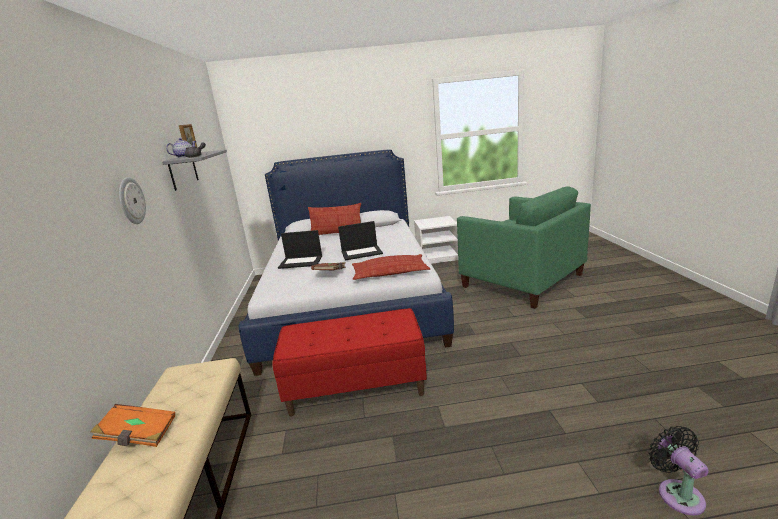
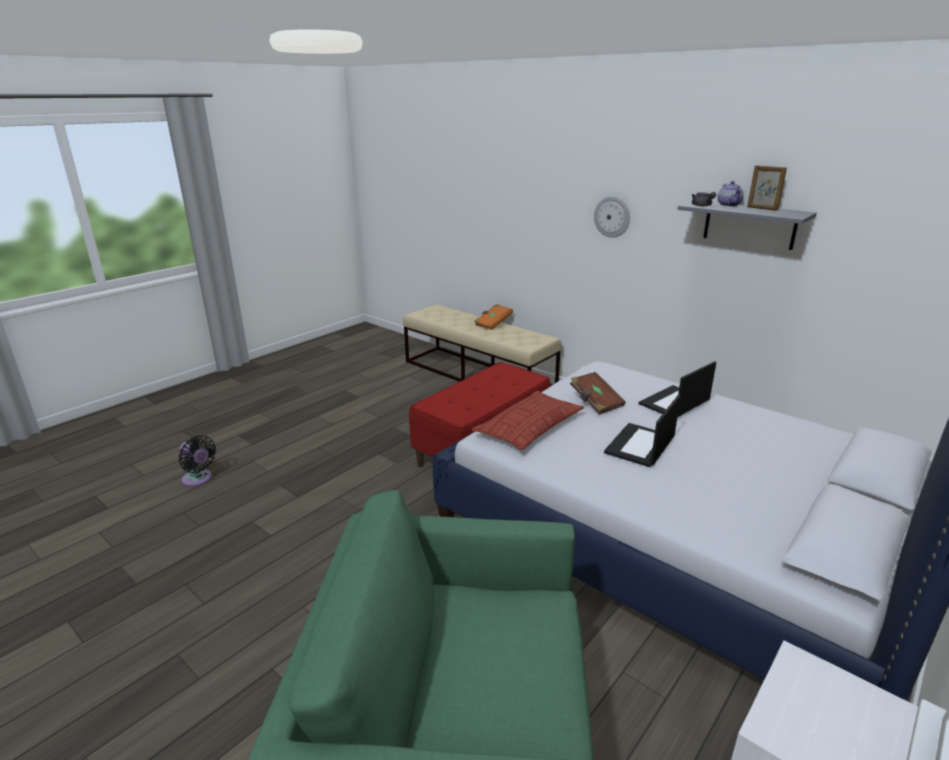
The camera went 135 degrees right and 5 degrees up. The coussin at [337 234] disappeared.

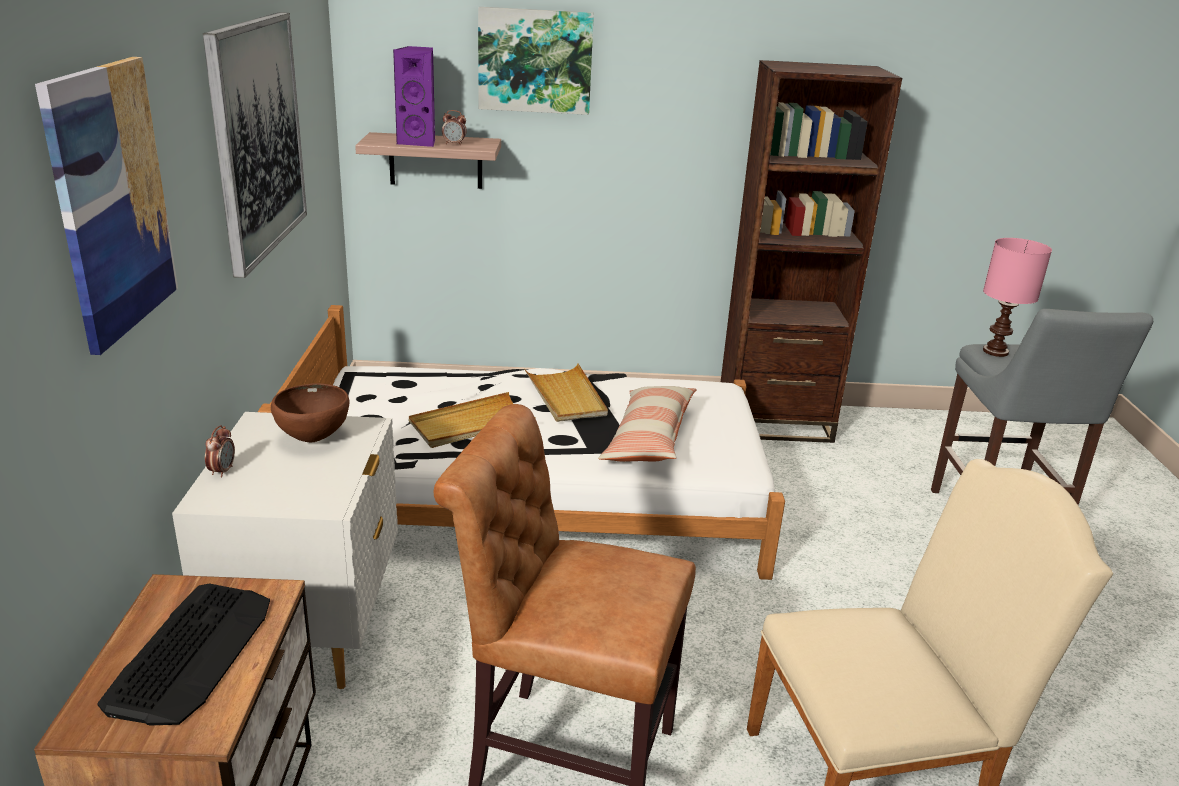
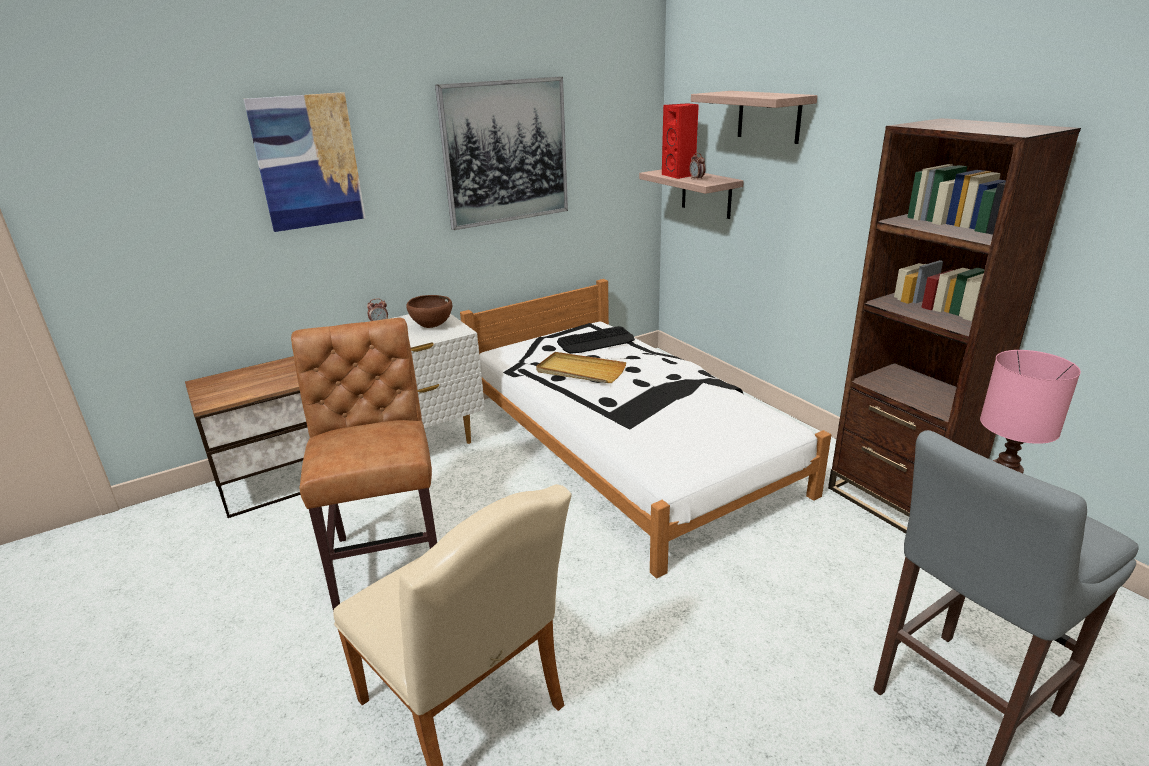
The camera went 60 degrees right and 0 degrees up. The tableau at [535 61] was replaced by the étagère at [769 116]. The enceinte [violet] at [419 142] became the enceinte [rouge] at [679 175]. The plateau [beige] at [566 396] disappeared. The coussin at [649 438] disappeared. The clavier moved from [192 652] to [596 341].

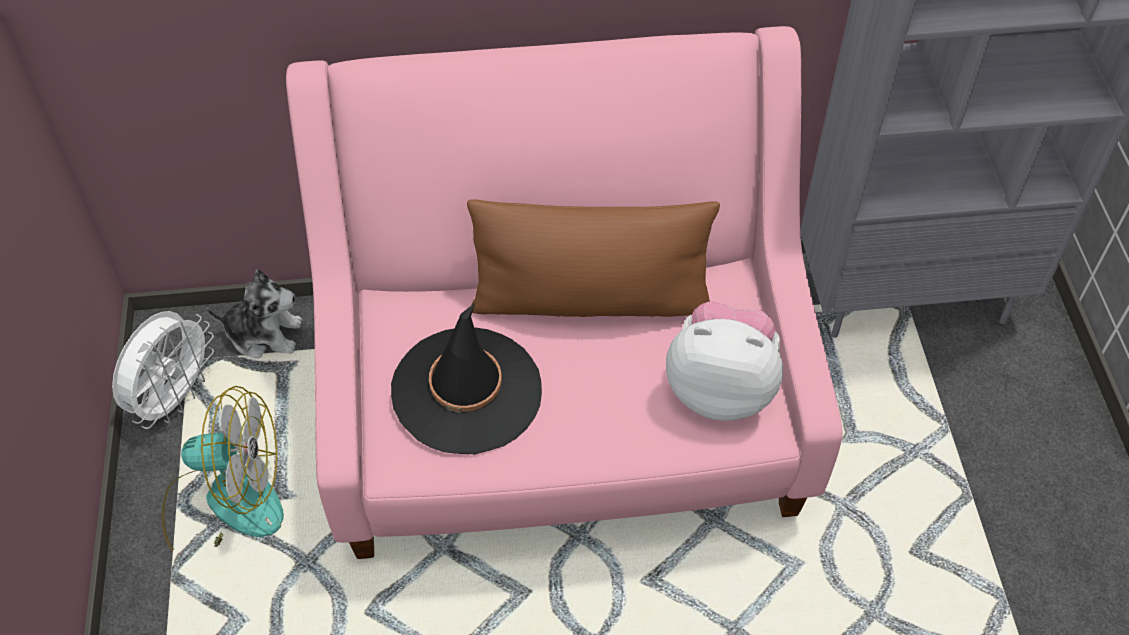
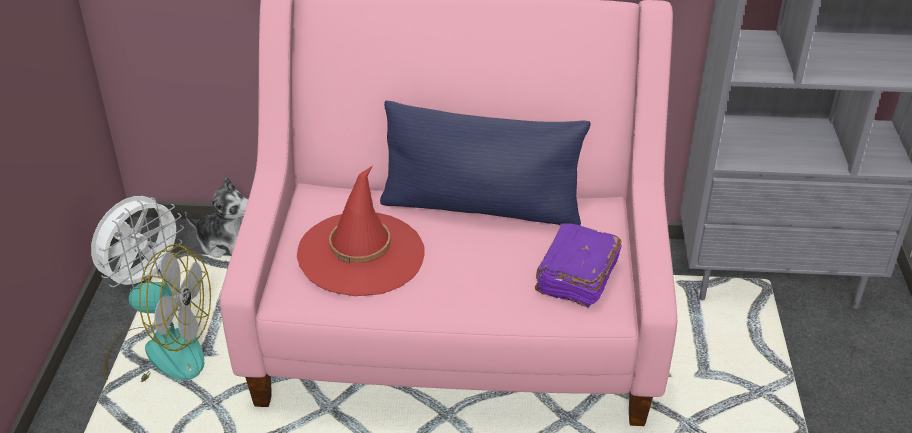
The camera went 10 degrees right and 15 degrees down. The coussin [marron] at [591 300] became the coussin [bleu] at [481 207]. The peluche at [720 388] was replaced by the livre [violet] at [576 277]. The chapeau [noir] at [467 391] became the chapeau [rouge] at [361 254].

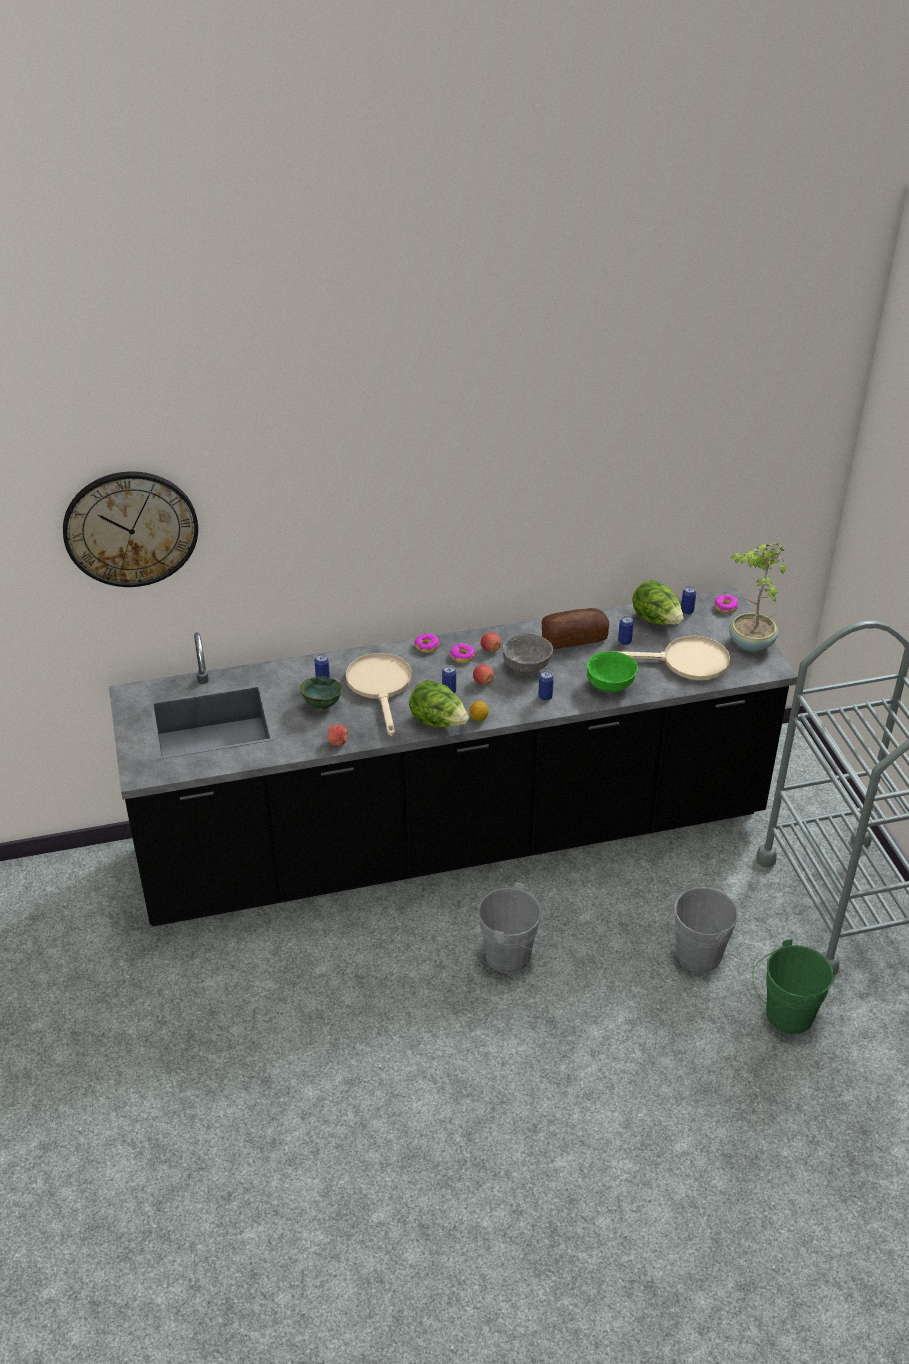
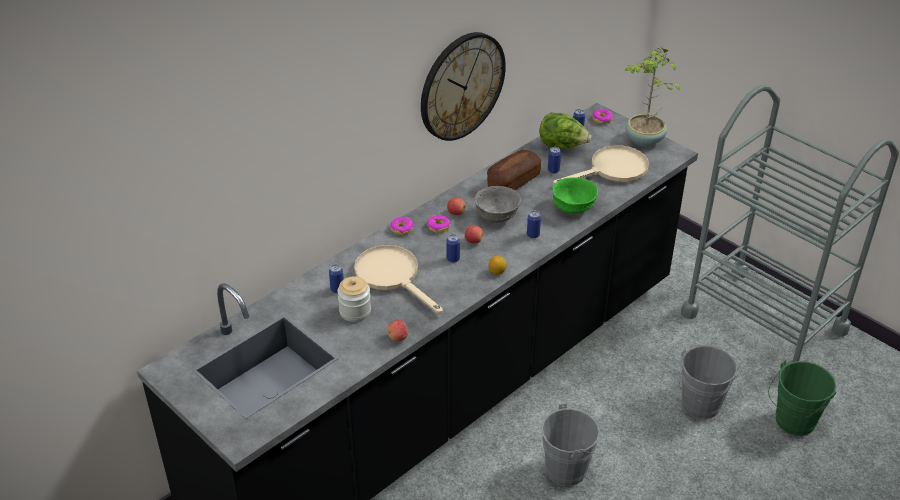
The camera went 30 degrees left and 0 degrees up. The horloge murale moved from [130 528] to [461 86]. The bol [vert] at [321 705] was replaced by the bocal at [355 311]. The laitue at [438 722] disappeared.

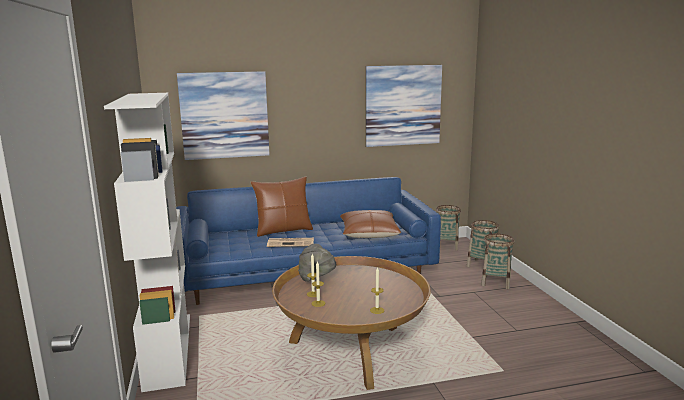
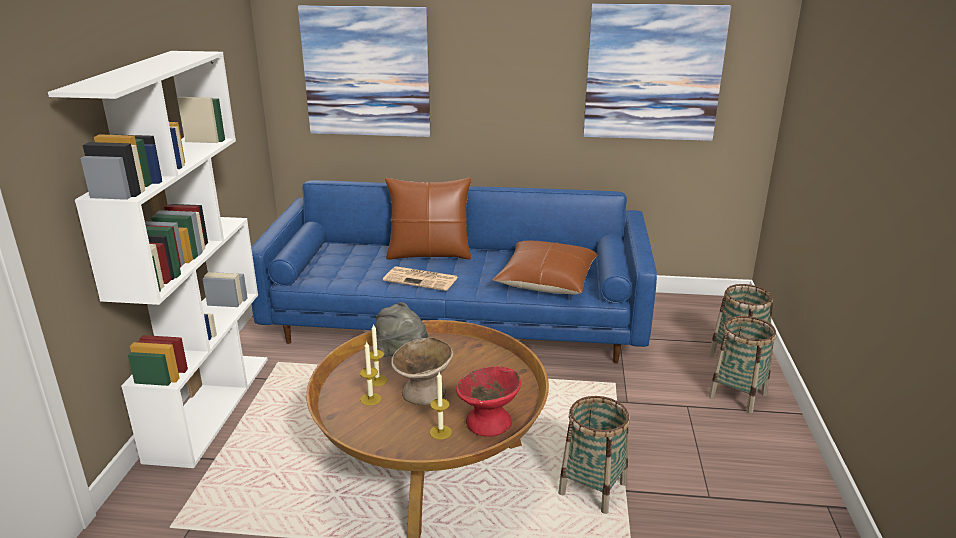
The camera went 20 degrees right and 10 degrees up. The panier moved from [446 246] to [592 489]. The bol [beige] at [424 392] appeared. The bol [rouge] at [489 422] appeared.

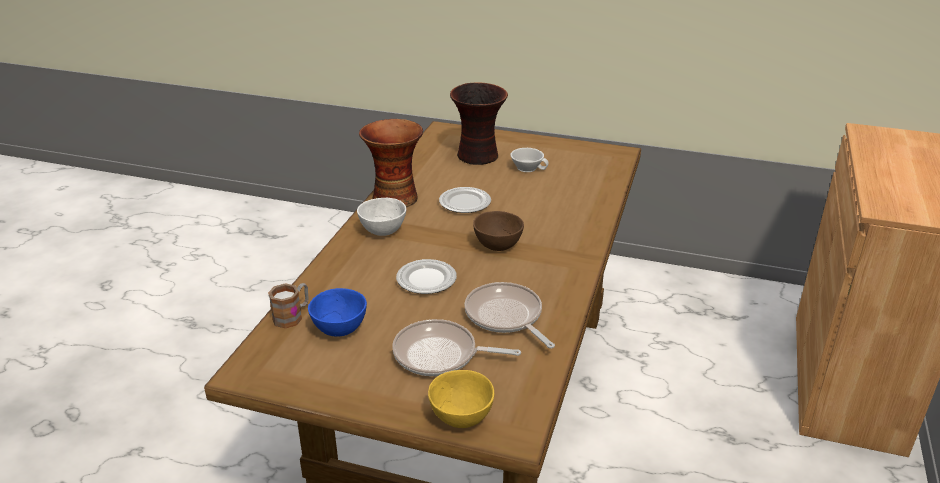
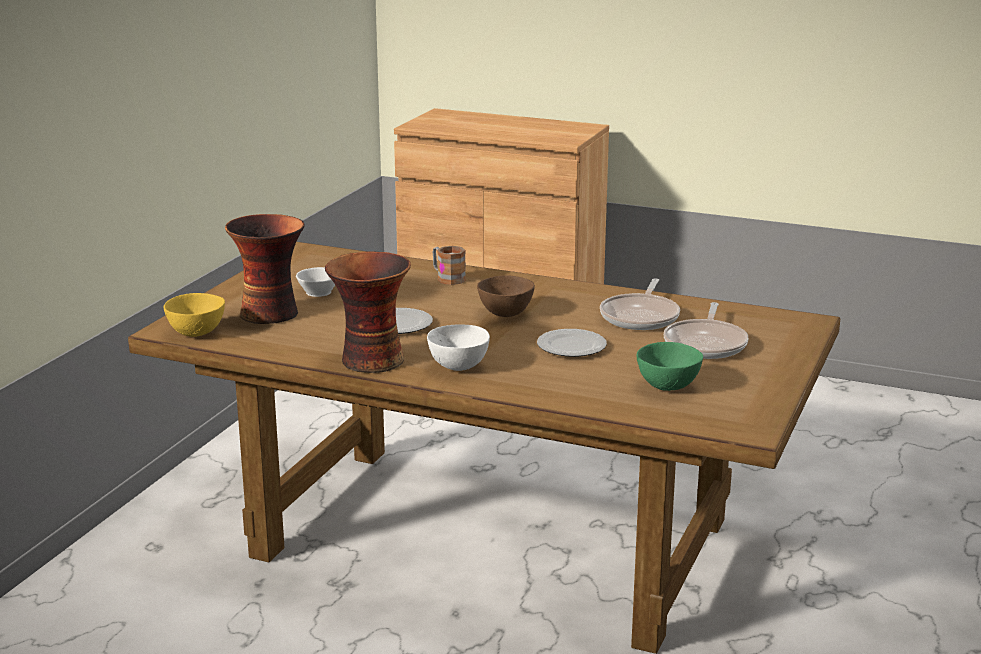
The camera went 85 degrees left and 10 degrees down. The poêle at [506 317] turned 45 degrees counterclockwise. The mug moved from [292 316] to [447 278]. The bol [bleu] at [339 330] became the bol [vert] at [669 387]. The bol [jaune] moved from [461 419] to [197 333].

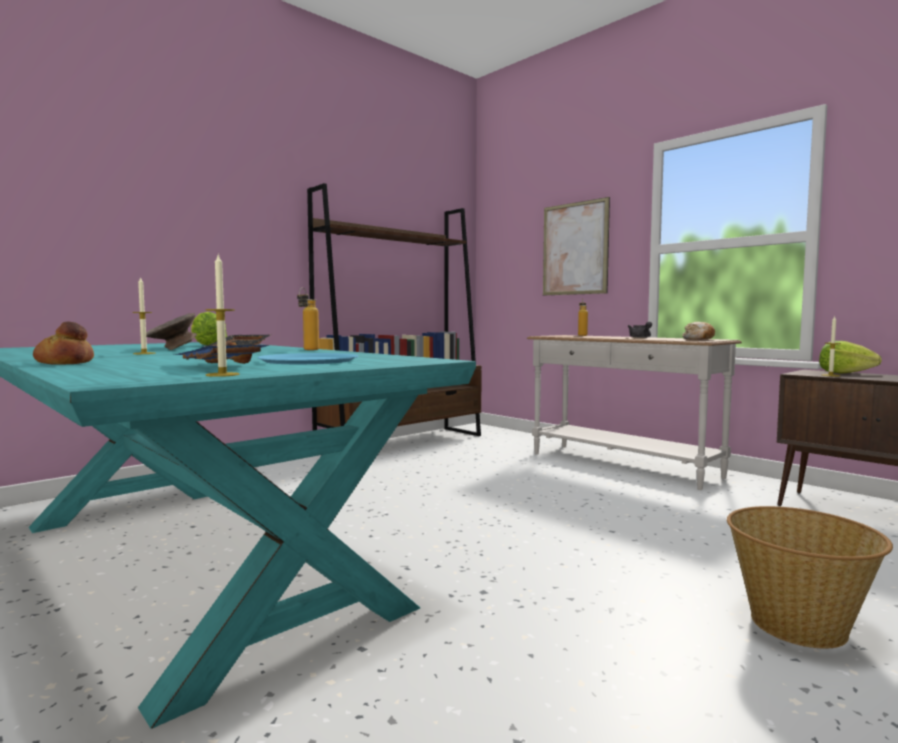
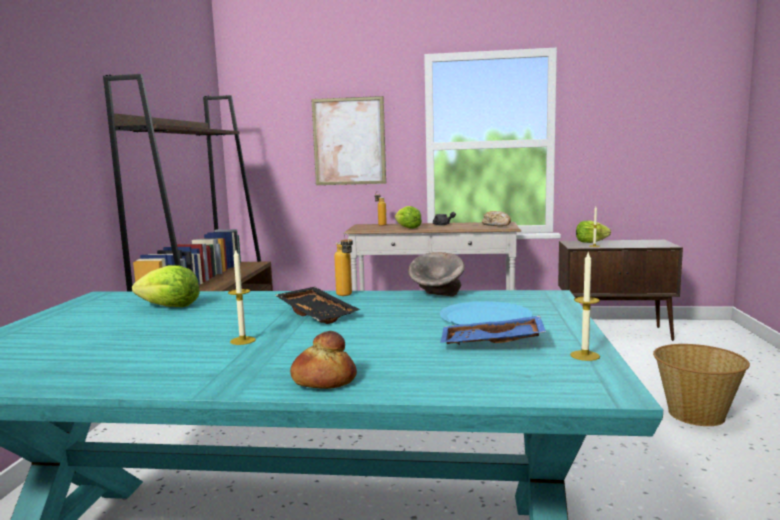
The camera went 40 degrees left and 5 degrees up. The bol [gris] moved from [172 349] to [437 295]. The laitue at [407 228] appeared.

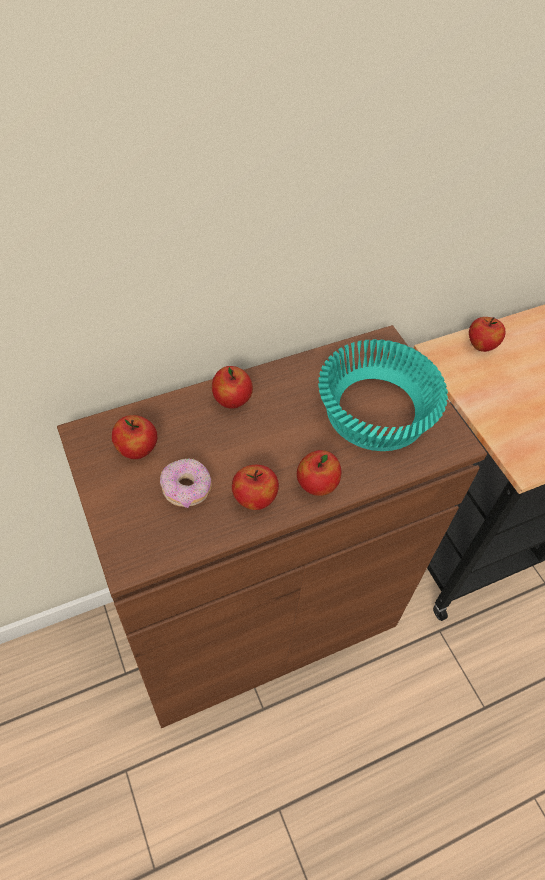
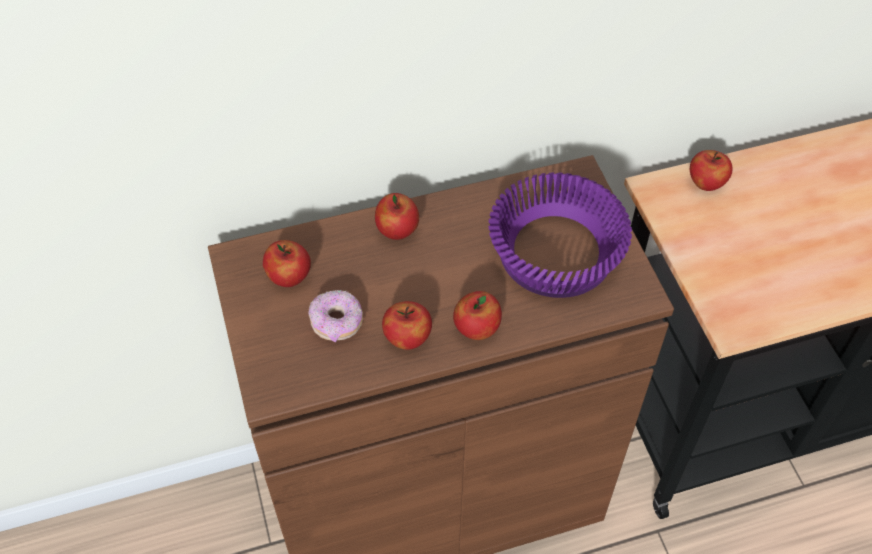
The camera went 10 degrees right and 0 degrees up. The bol [turquoise] at [378 410] became the bol [violet] at [558 252].

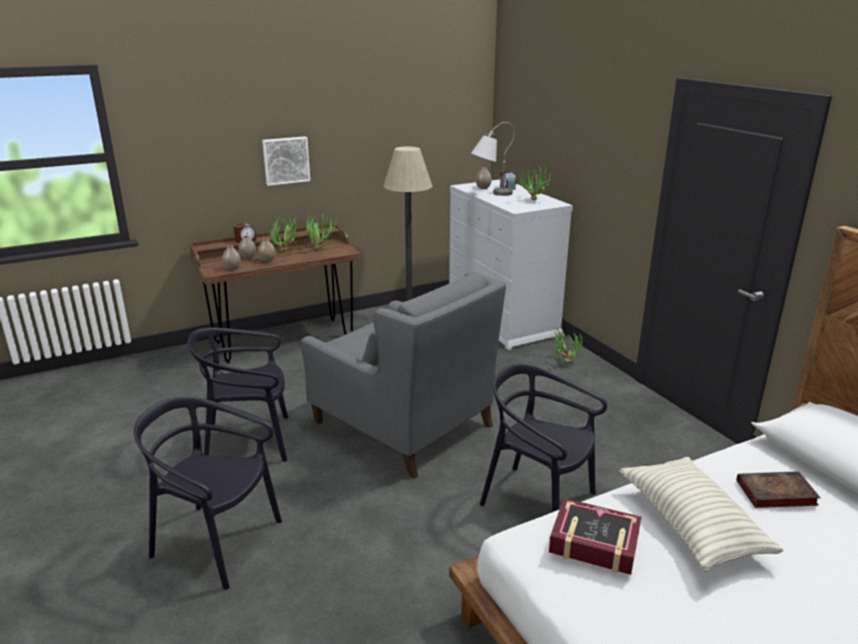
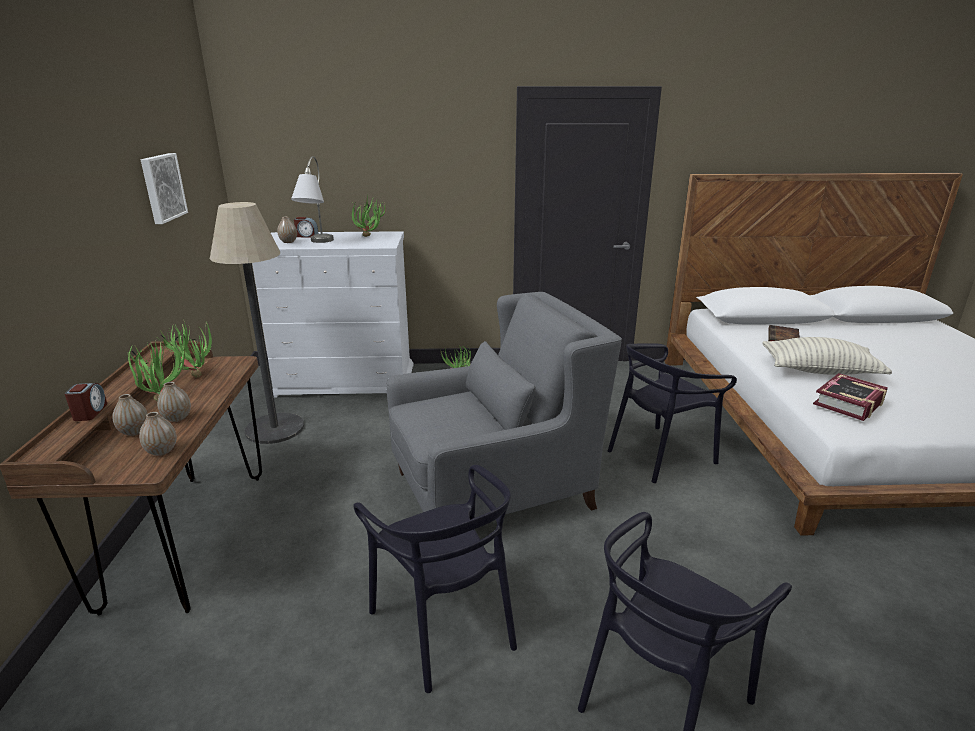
The camera went 65 degrees left and 0 degrees up. The tableau moved from [286 160] to [162 187]. The chaise [noir] at [249 441] turned 45 degrees counterclockwise.

